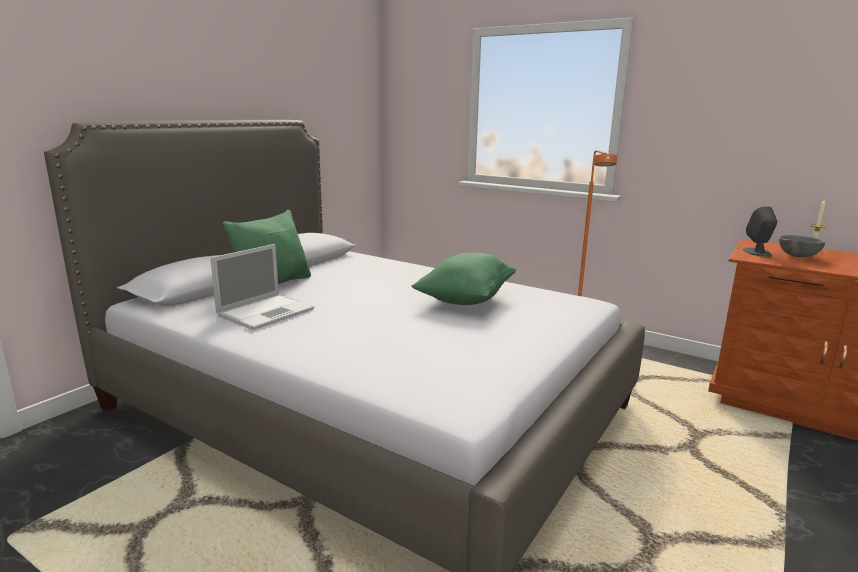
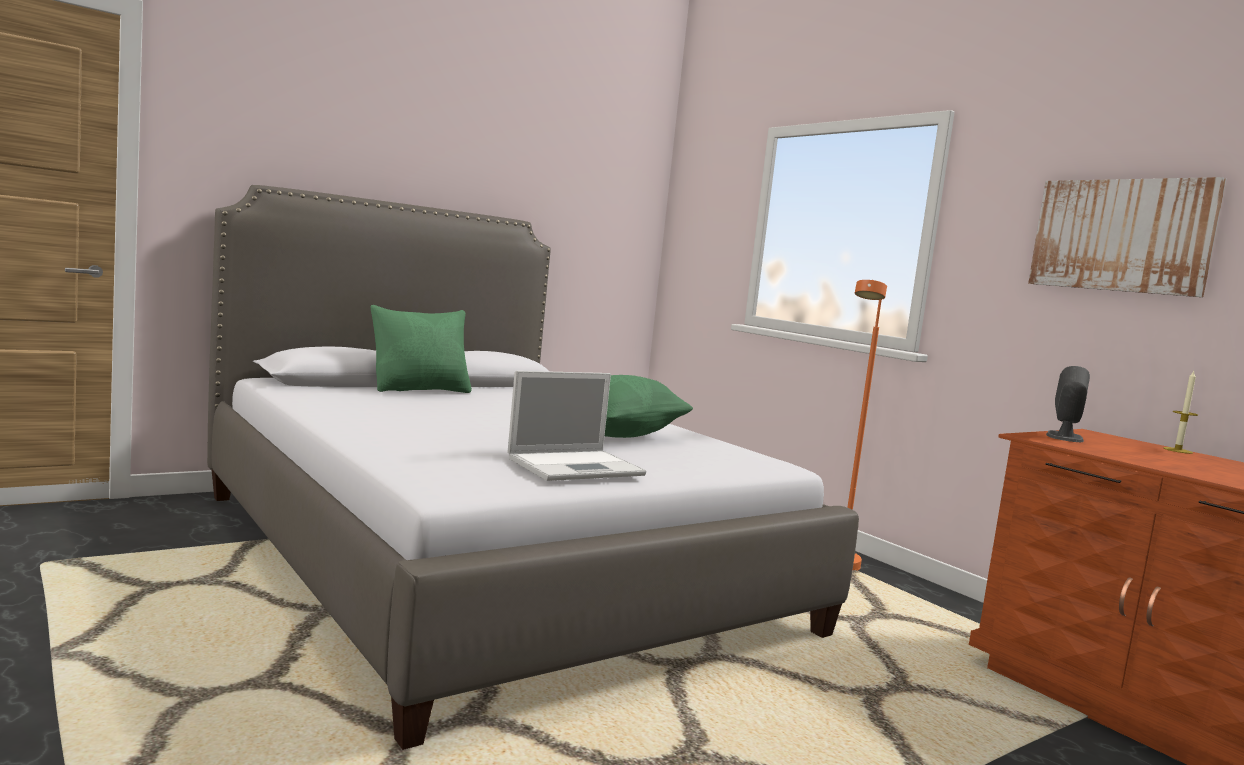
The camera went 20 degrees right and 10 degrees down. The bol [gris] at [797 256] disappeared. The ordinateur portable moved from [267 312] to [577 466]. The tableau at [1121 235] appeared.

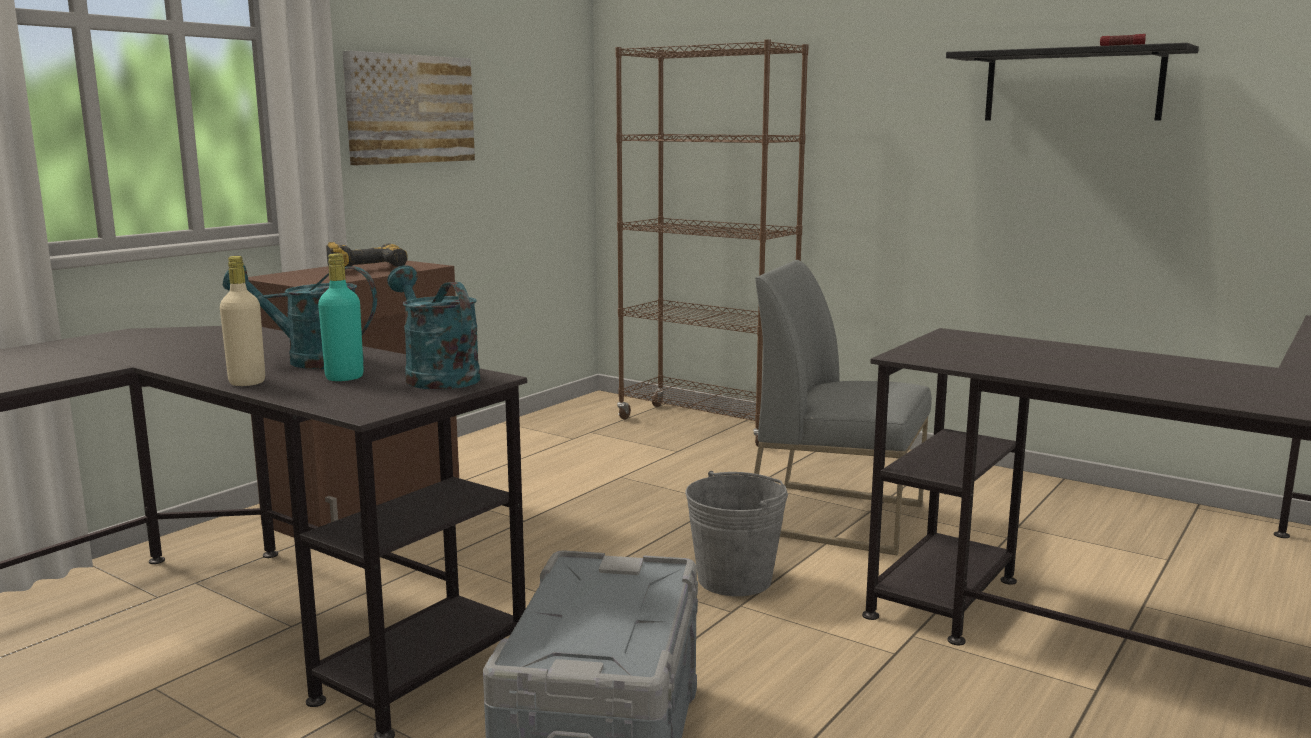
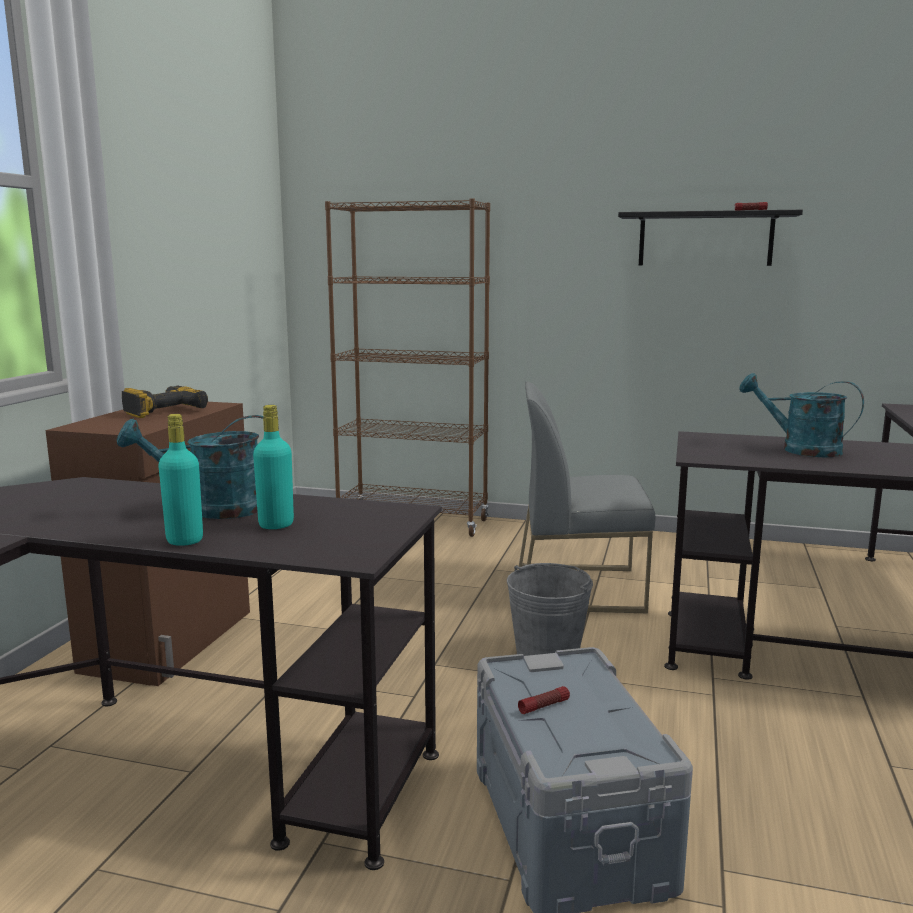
The camera went 20 degrees left and 0 degrees up. The tableau at [409 109] disappeared. The bouteille [beige] at [247 382] became the bouteille [turquoise] at [185 540]. The arrosoir [turquoise] moved from [436 376] to [800 449]. The lampe de poche at [544 706] appeared.

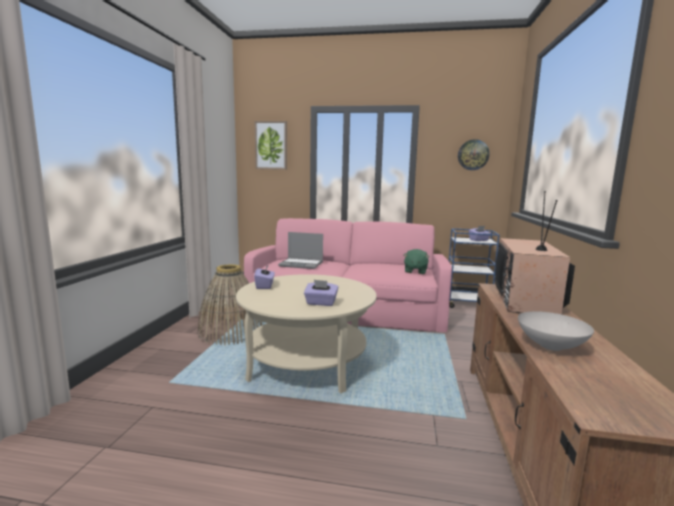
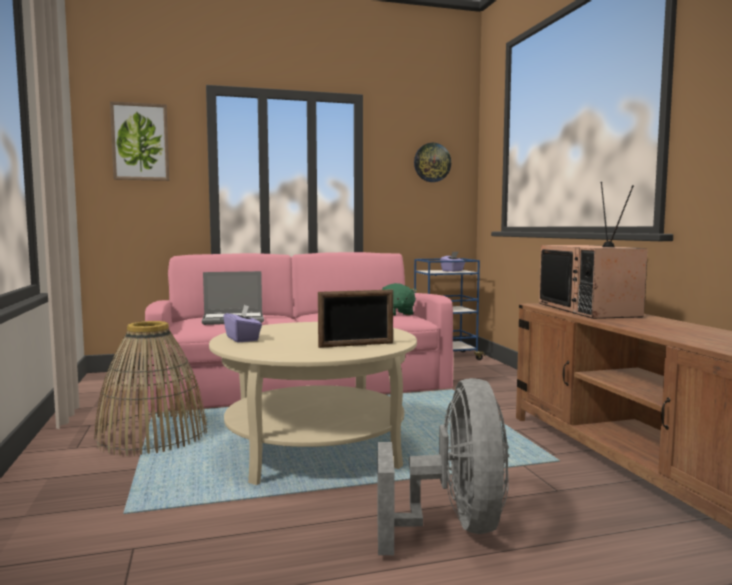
The camera went 25 degrees left and 5 degrees down. The boîte à mouchoirs [violet] at [320 303] was replaced by the cadre photo at [356 345]. The bol [blanc] at [549 346] disappeared. The ventilateur [gris] at [454 526] appeared.

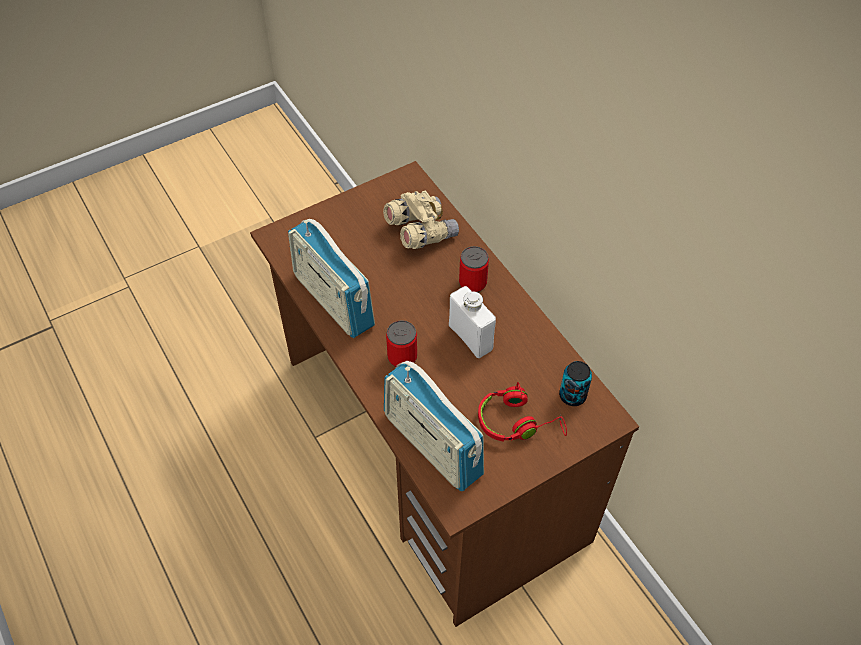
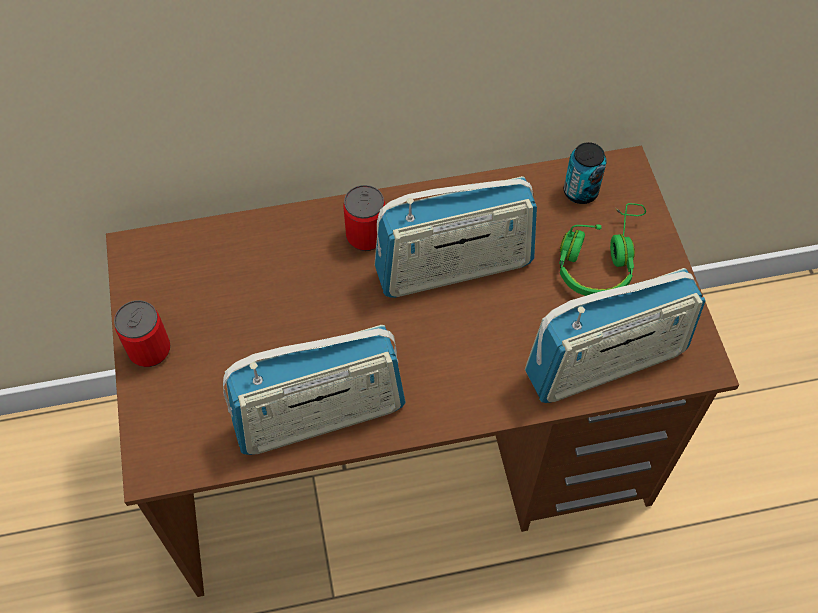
The camera went 70 degrees left and 5 degrees up. The jumelles [beige] at [420 231] disappeared. The bouteille [blanc] at [470 337] was replaced by the radio at [454 268]. The boîte métallique moved from [402 357] to [150 350]. The casque audio [rouge] at [518 422] became the casque audio [vert] at [599 259].

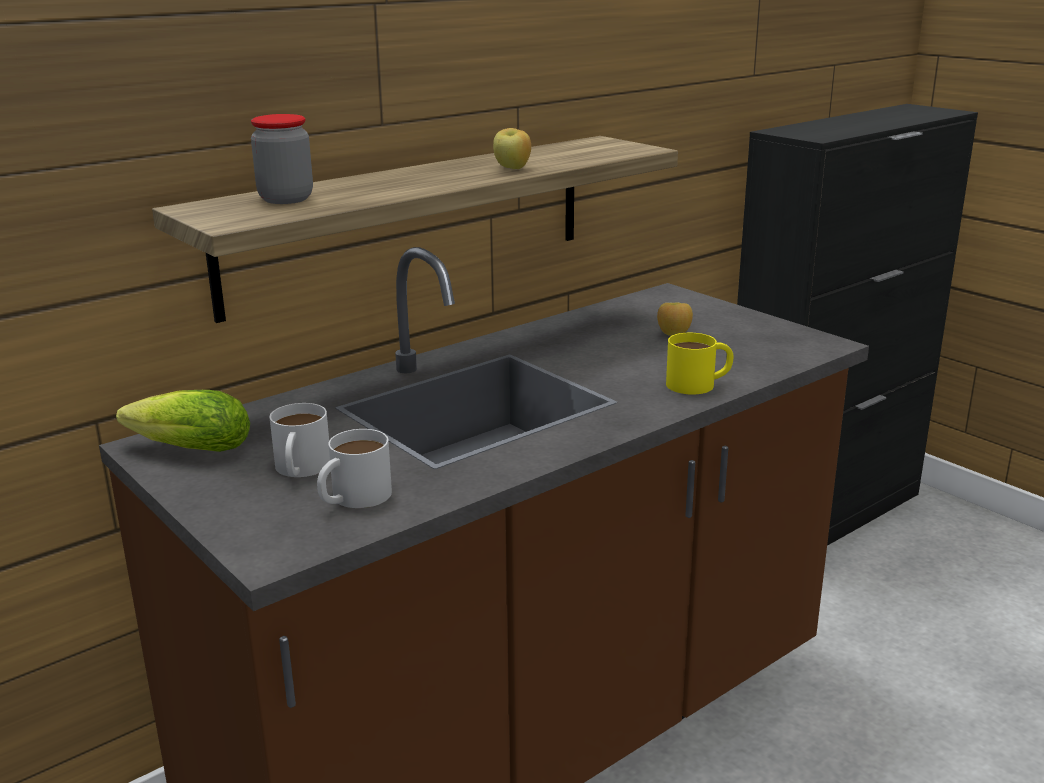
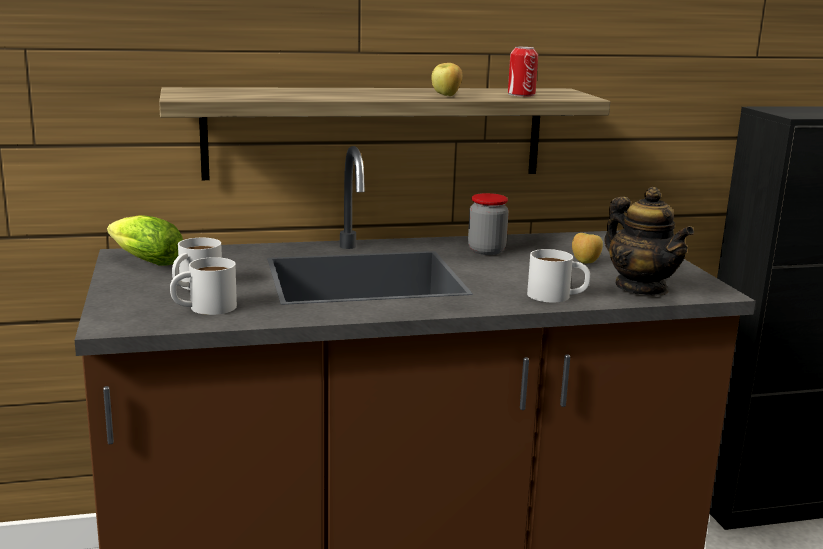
The camera went 25 degrees right and 5 degrees down. The bocal moved from [286 199] to [486 250]. The mug [jaune] at [699 384] became the mug [blanc] at [557 296]. The boîte métallique at [521 94] appeared. The théière at [641 288] appeared.

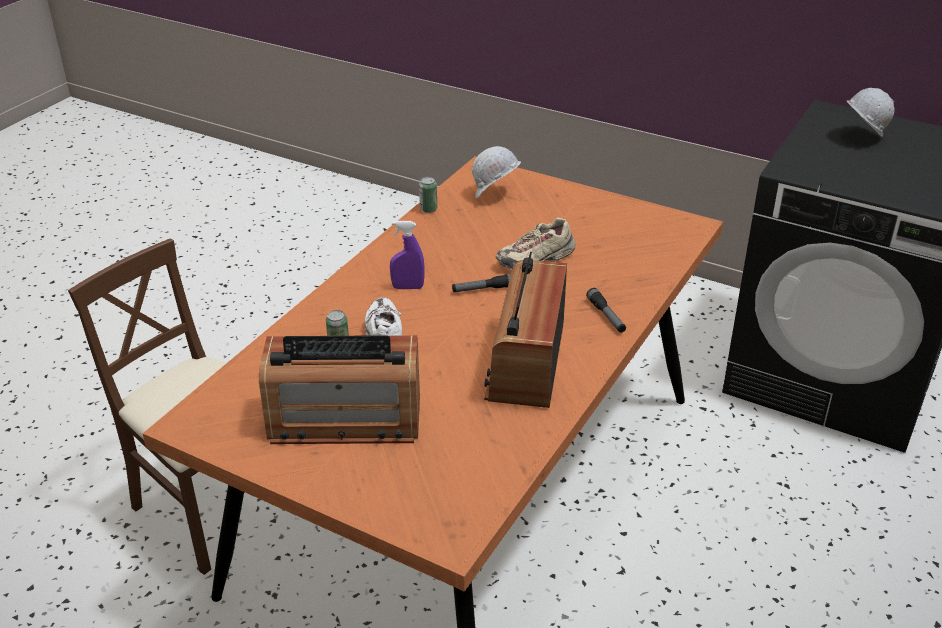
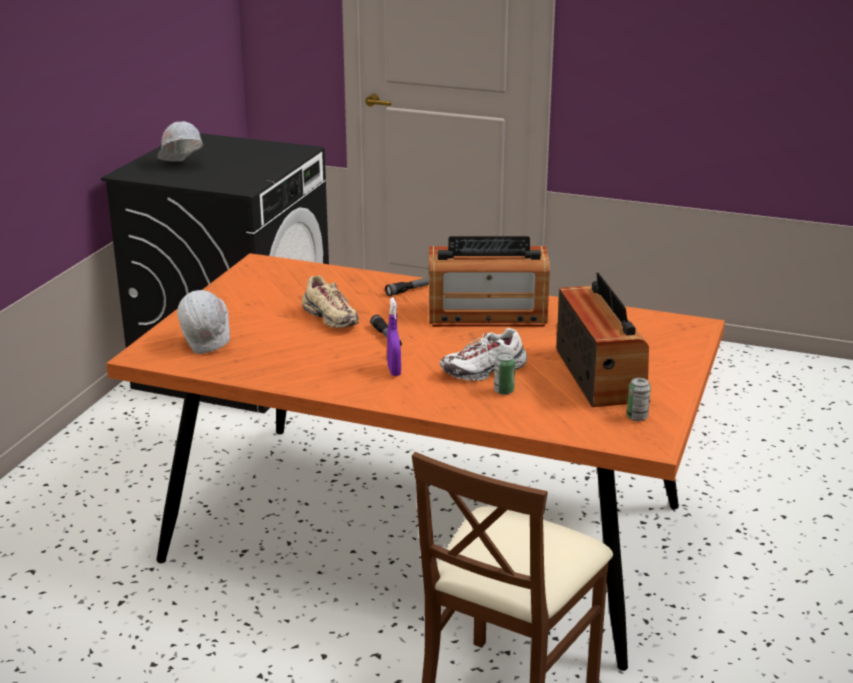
The camera went 100 degrees left and 10 degrees down. The boîte métallique moved from [428 209] to [637 417].

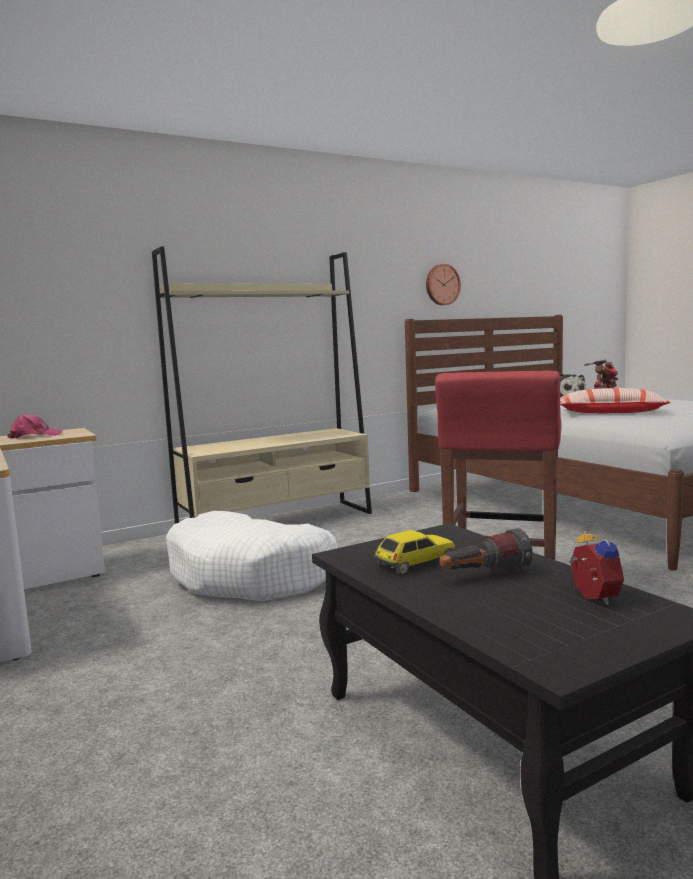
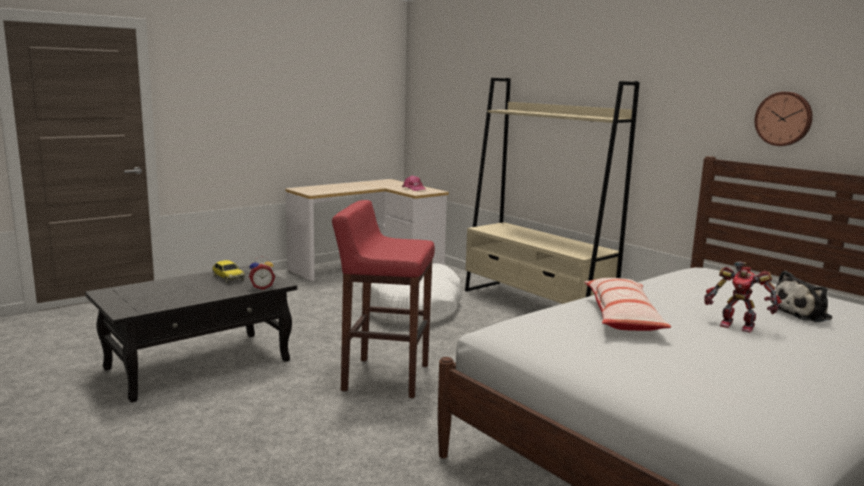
The camera went 80 degrees right and 5 degrees up. The réveil moved from [592 598] to [262 287]. The lampe de poche at [484 575] disappeared.

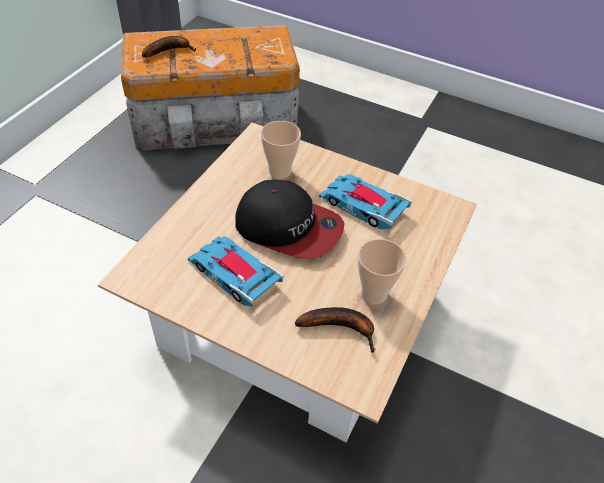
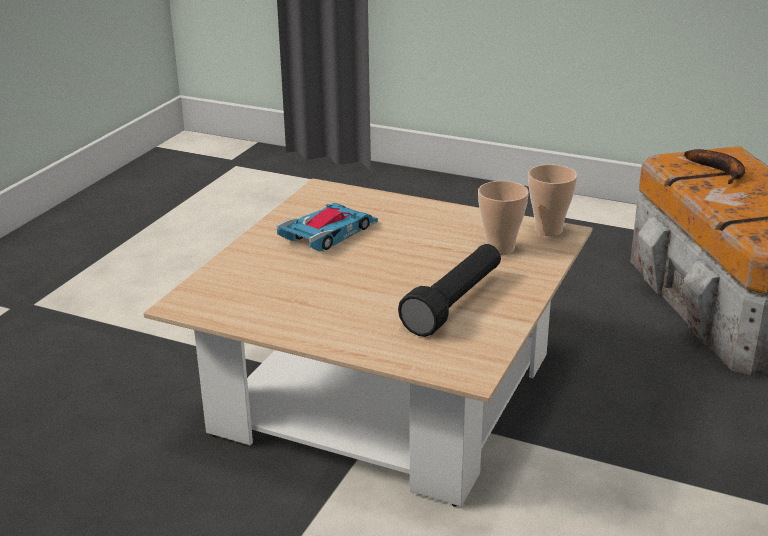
The camera went 90 degrees right and 20 degrees down. The petite voiture at [363 205] was replaced by the lampe de poche [noir] at [454 303]. The casquette at [288 227] disappeared. The tasse moved from [374 293] to [548 230]. The banane at [341 327] disappeared.

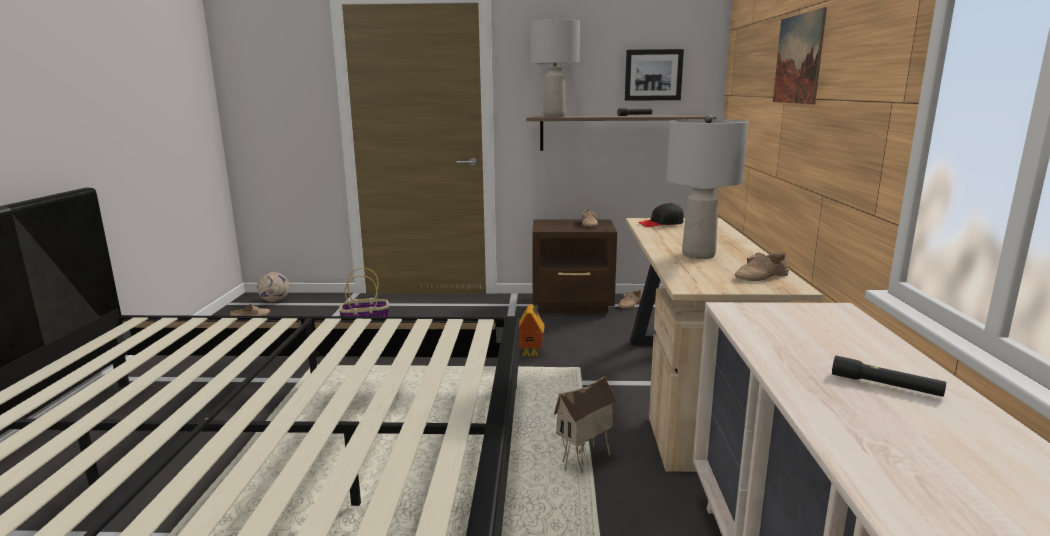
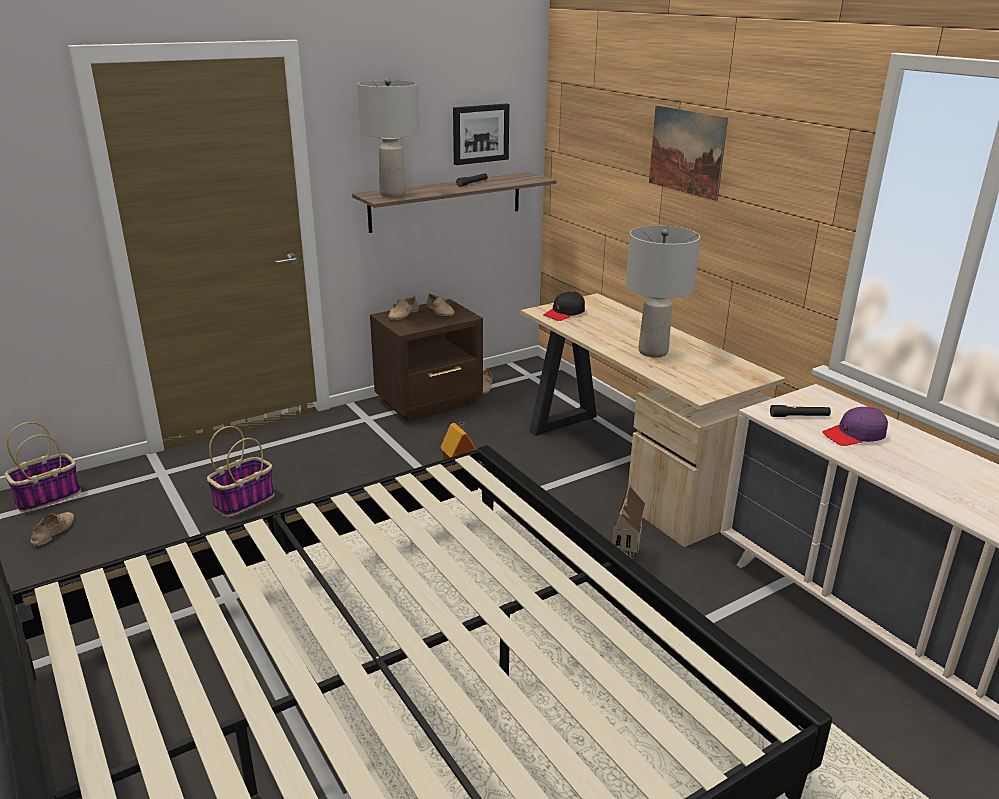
The camera went 35 degrees left and 10 degrees up. The chaussure [beige] moved from [762 277] to [404 314]. The ballon de foot at [275 300] was replaced by the panier at [48 497]. The lampe de poche [noir] moved from [885 385] to [799 416]. The casquette [violet] at [854 435] appeared.

